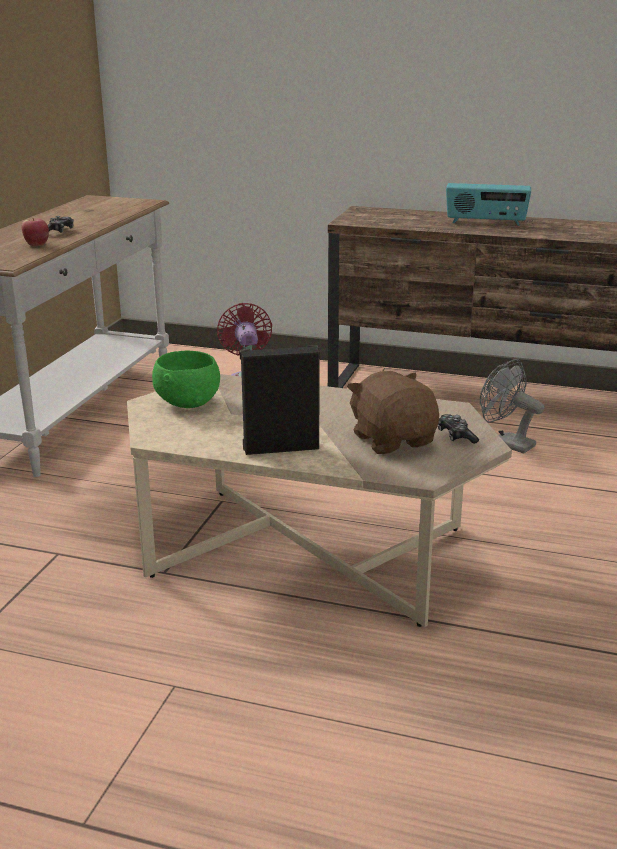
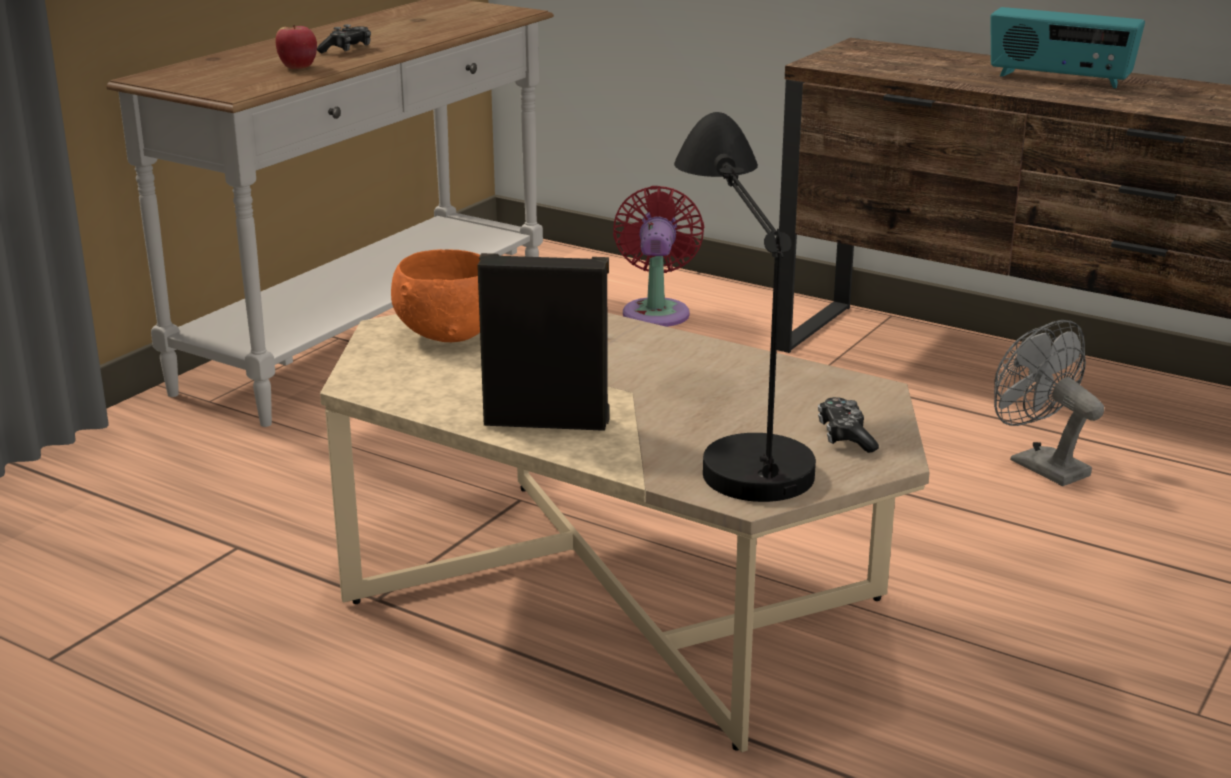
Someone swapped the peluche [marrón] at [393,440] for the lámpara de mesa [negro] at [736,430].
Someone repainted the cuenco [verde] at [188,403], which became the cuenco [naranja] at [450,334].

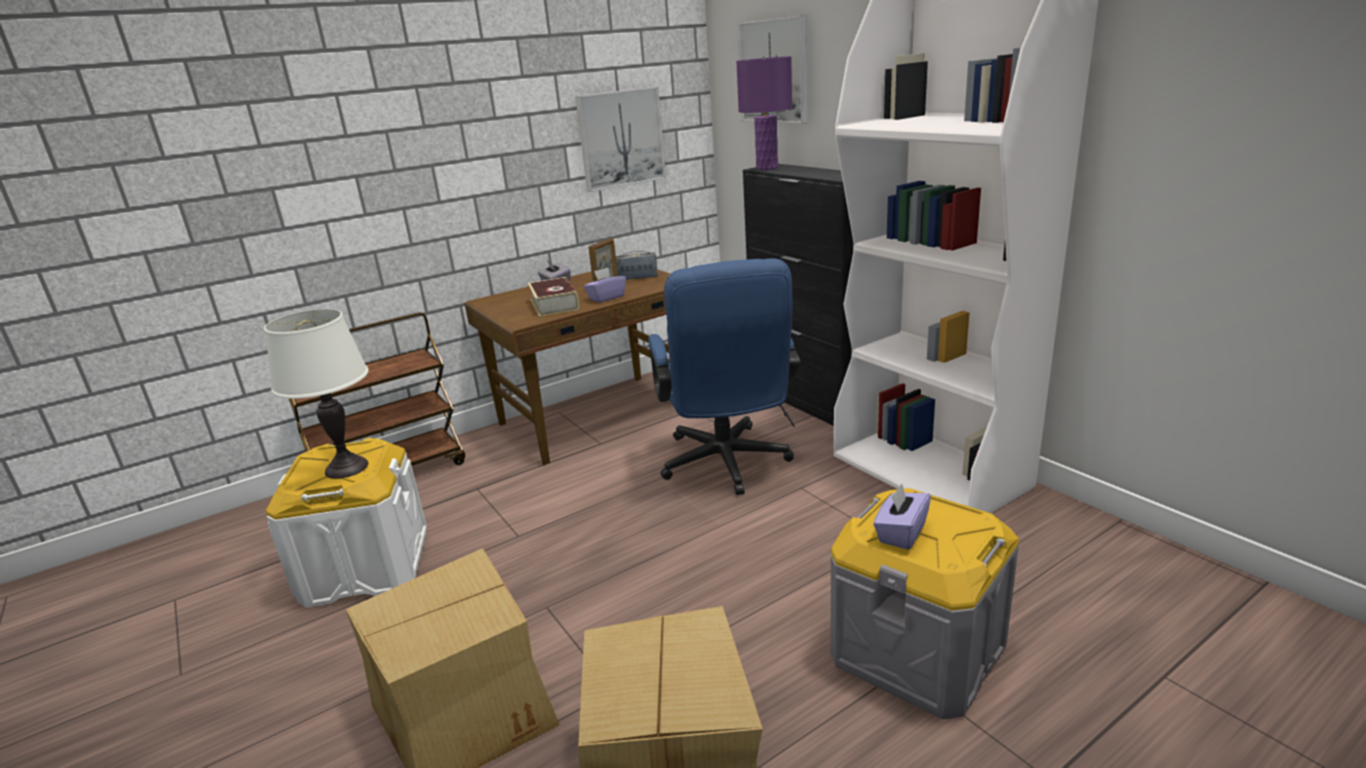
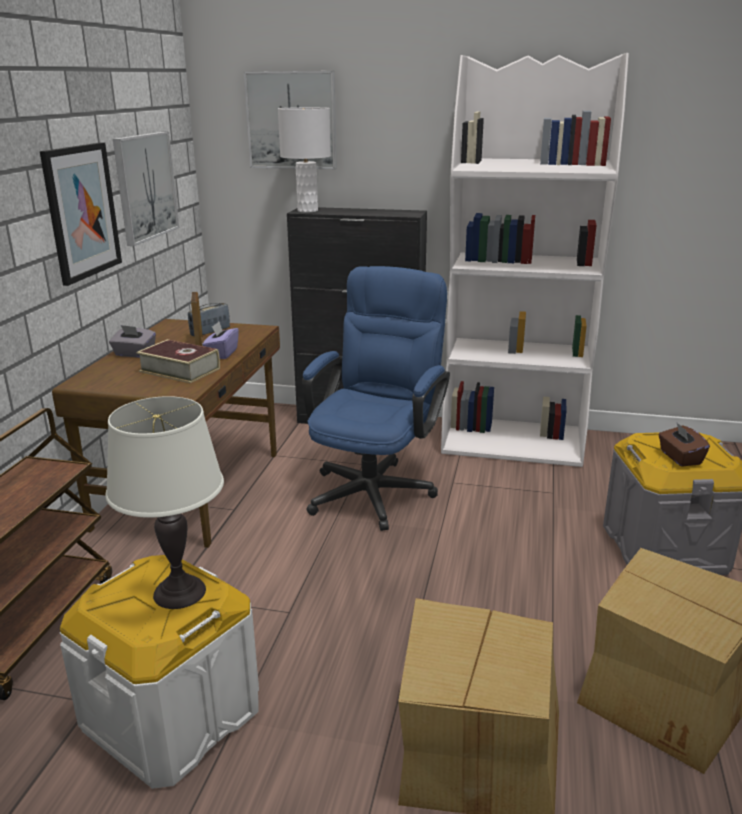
Someone put up the cuadro at [81,212].
Someone repainted the lámpara de mesa [morado] at [767,168], which became the lámpara de mesa [blanco] at [308,210].
Someone repainted the caja de pañuelos [morado] at [901,533], which became the caja de pañuelos [marrón] at [680,458].
Someone rotated the silla de oficina [azul] at [726,466] by 105 degrees counterclockwise.

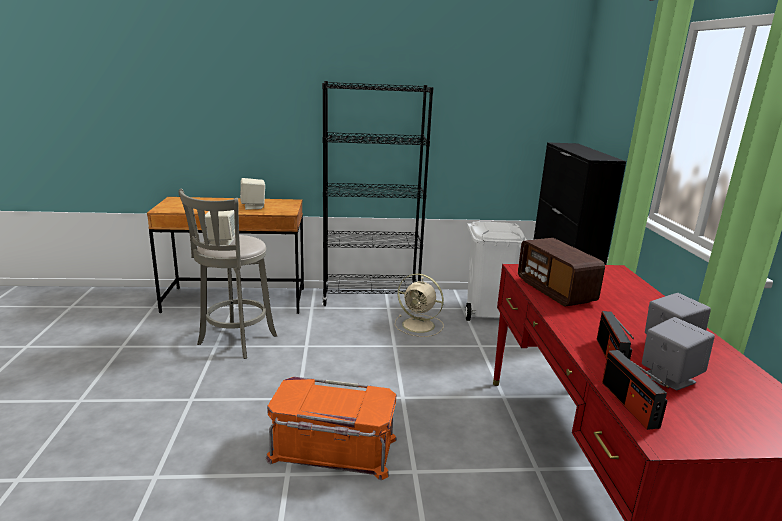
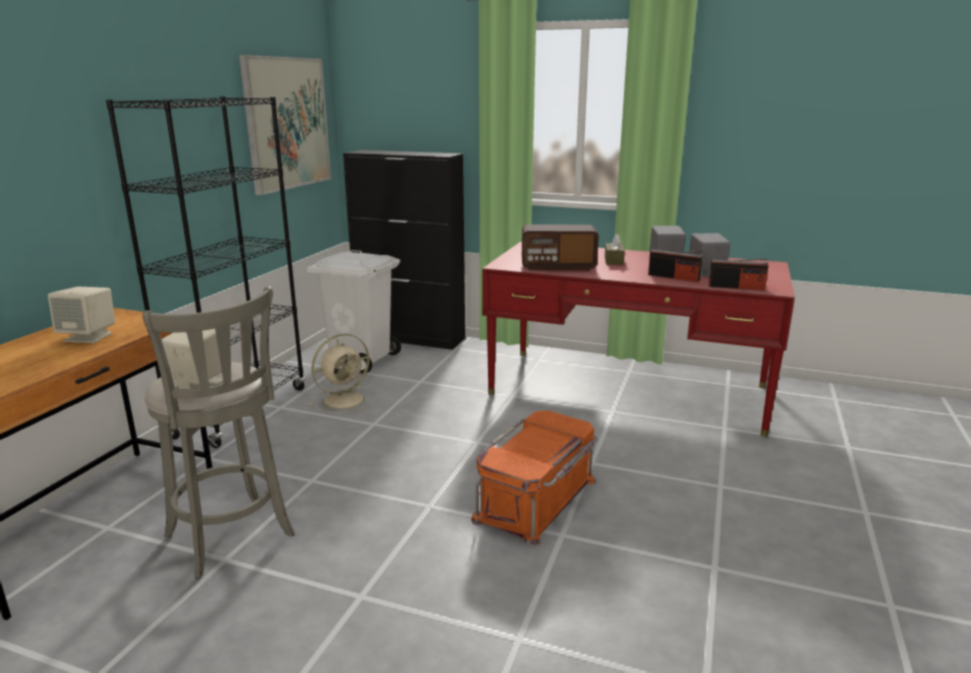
Someone put up the cuadro at [287,123].
Someone put down the caja de pañuelos [marrón] at [613,260].

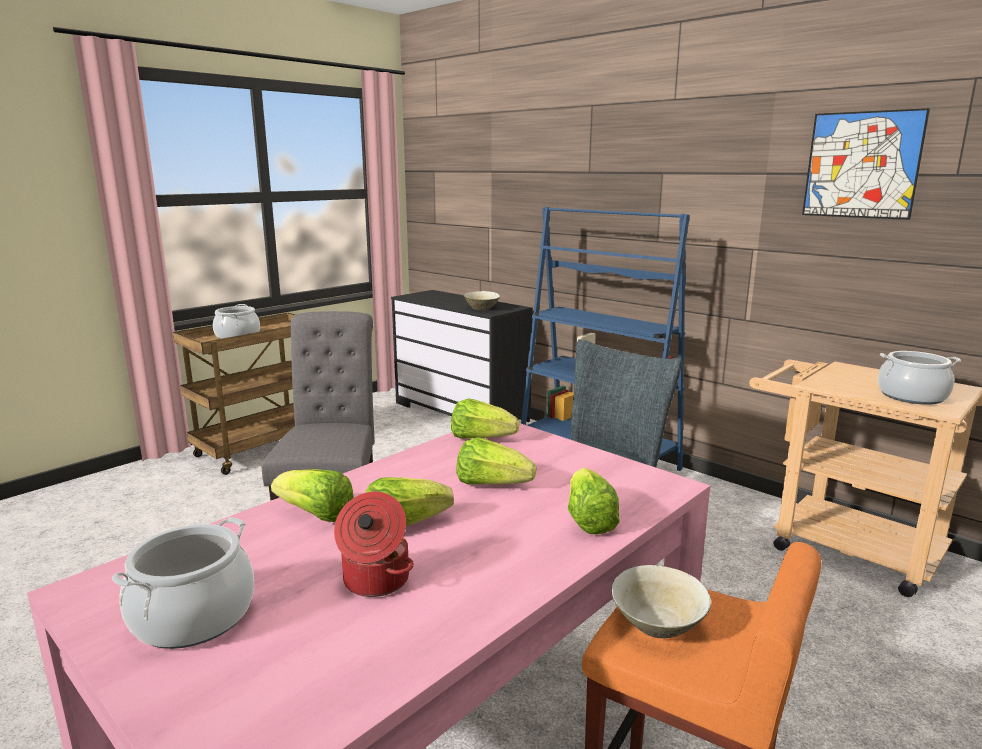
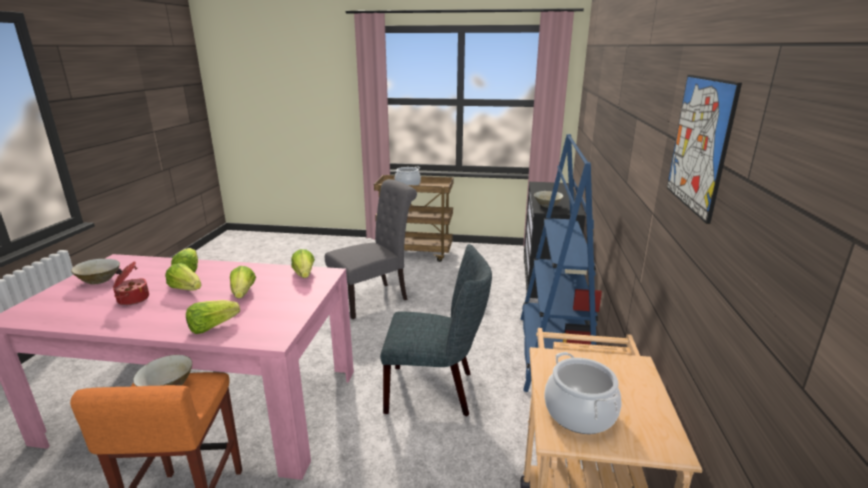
Someone swapped the olla at [194,616] for the cuenco [beis] at [100,280].

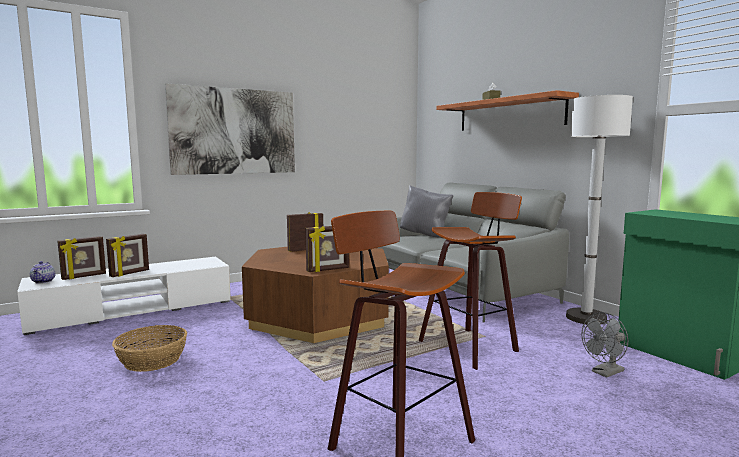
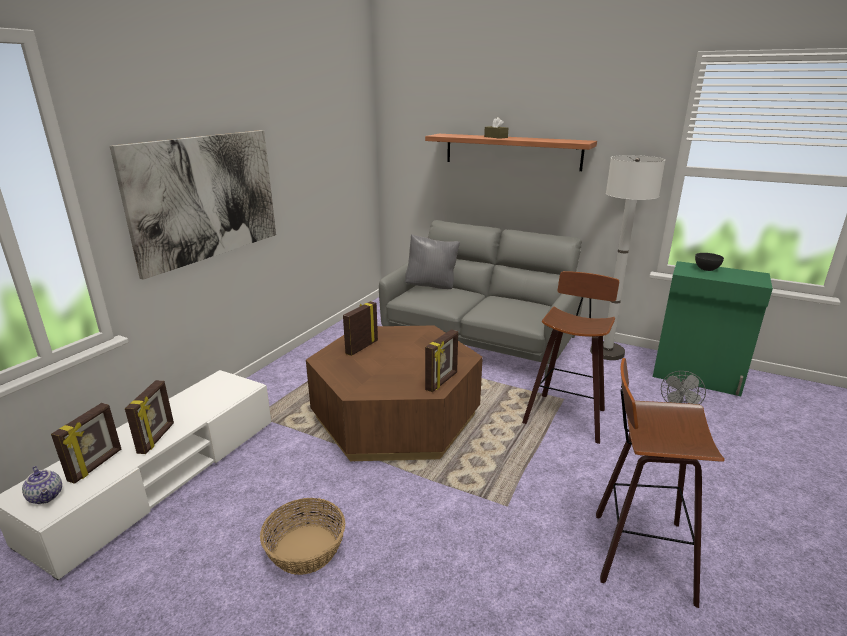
Someone put down the cuenco [gris] at [706,269].

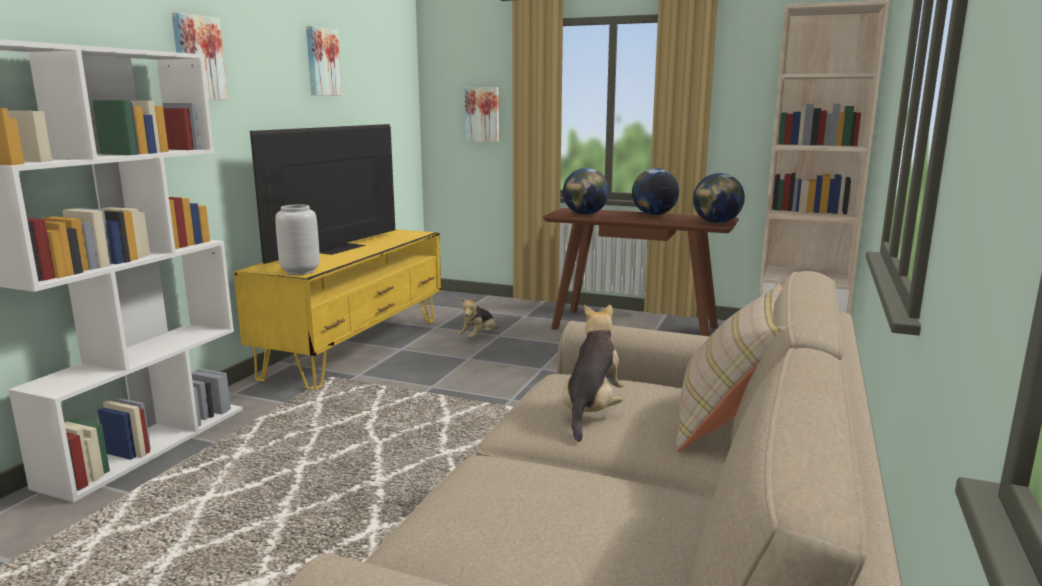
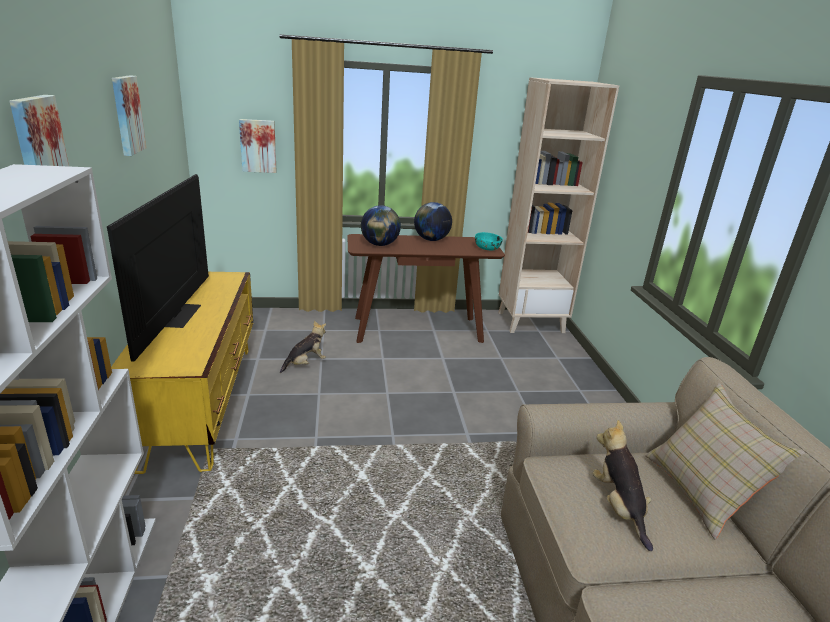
Someone took away the florero [gris] at [299,271].
Someone swapped the globo terráqueo at [716,223] for the cuenco [turquesa] at [487,248].
Someone rotated the peluche at [479,337] by 135 degrees counterclockwise.

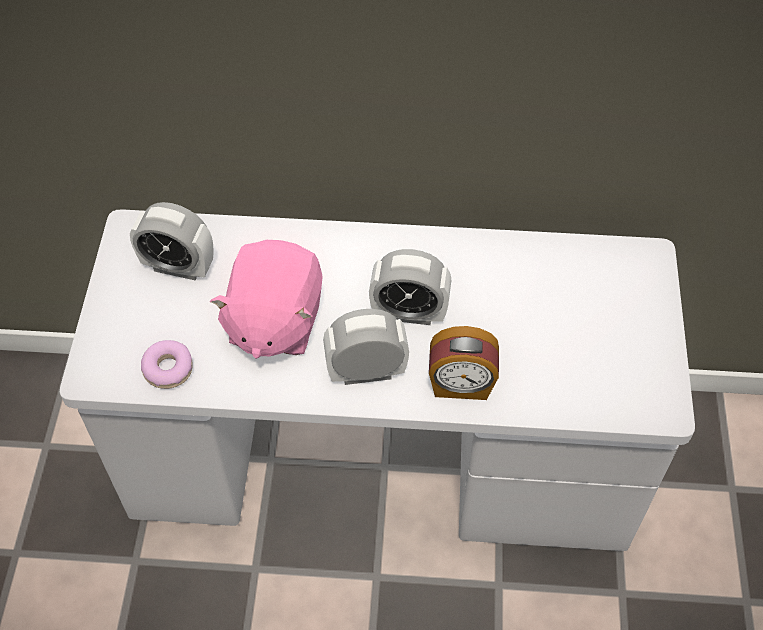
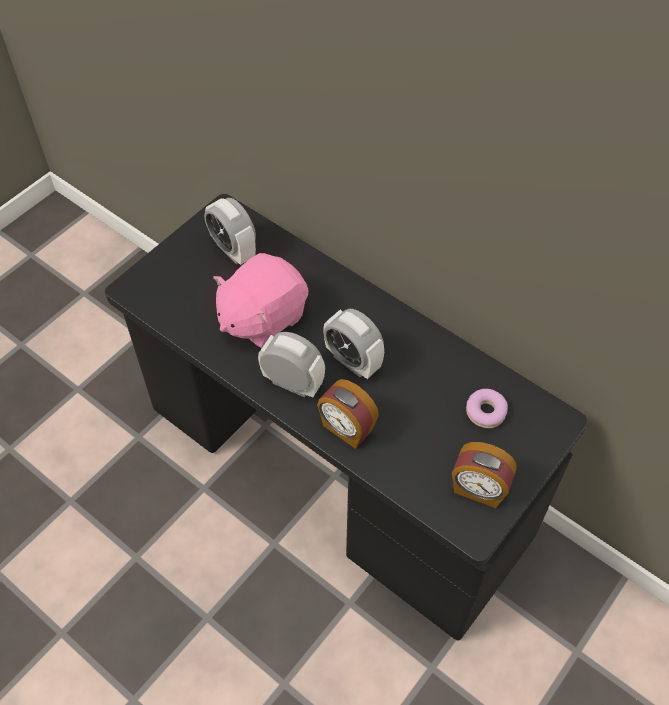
Someone put down the despertador at [478,489].
Someone carried the rosquilla from [168,369] to [486,412].
Someone repainted the escritorio [blanco] at [381,461], which became the escritorio [negro] at [335,471].

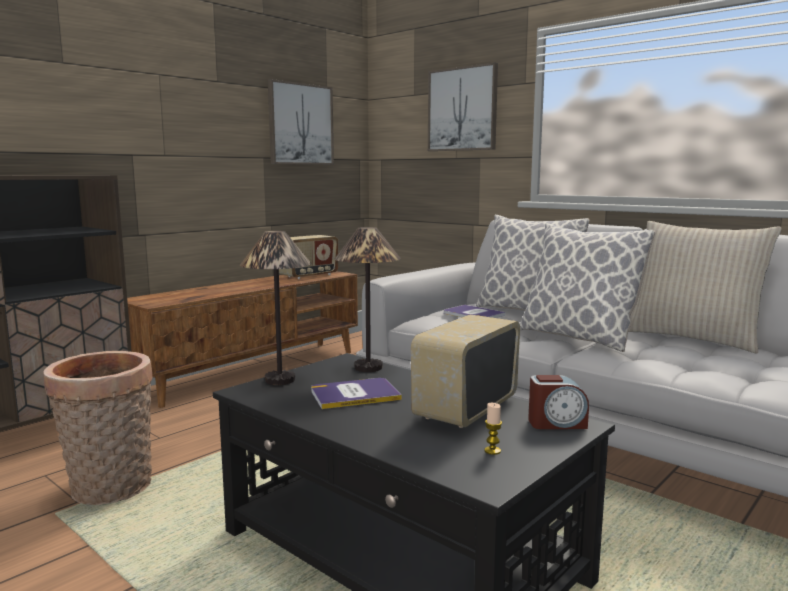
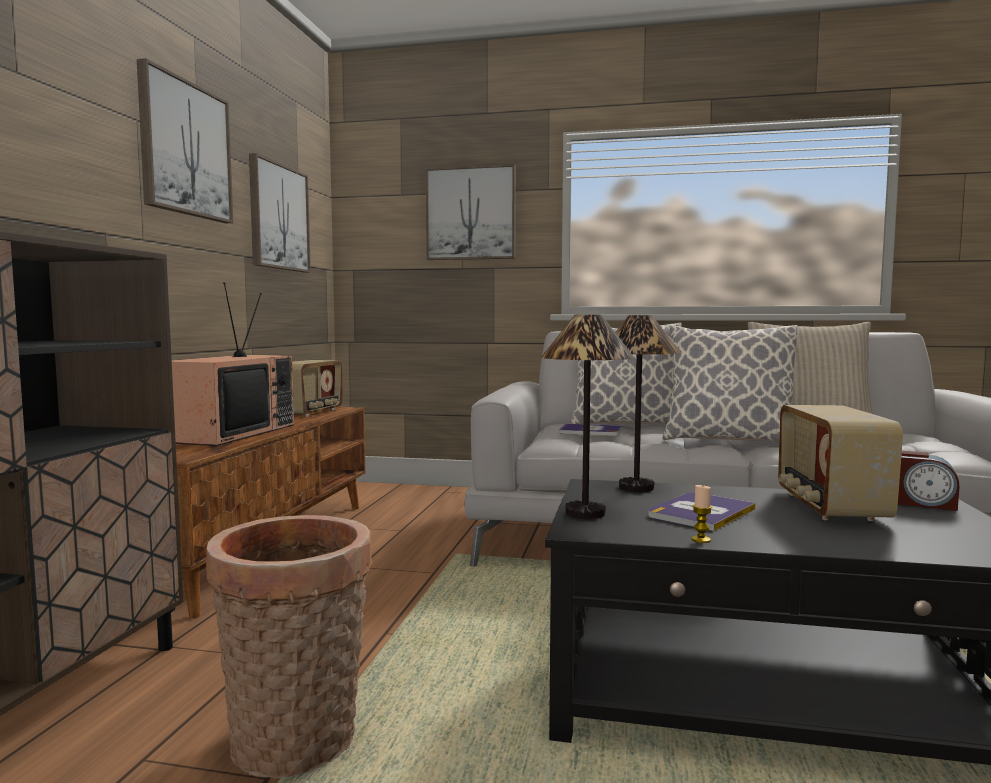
Someone put up the cuadro at [185,149].
Someone put down the televisor at [231,433].
Someone carried the vela from [492,451] to [701,540].
Someone rotated the despertador at [556,423] by 60 degrees clockwise.

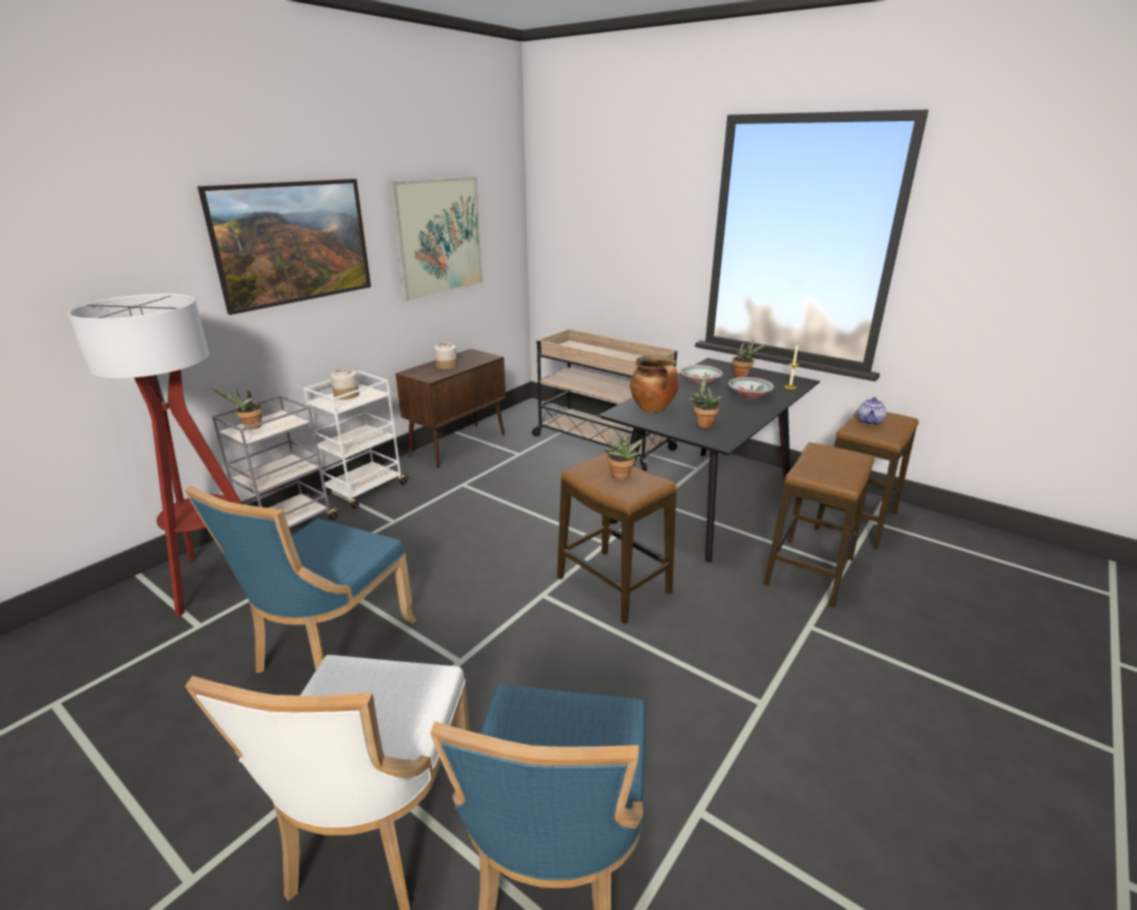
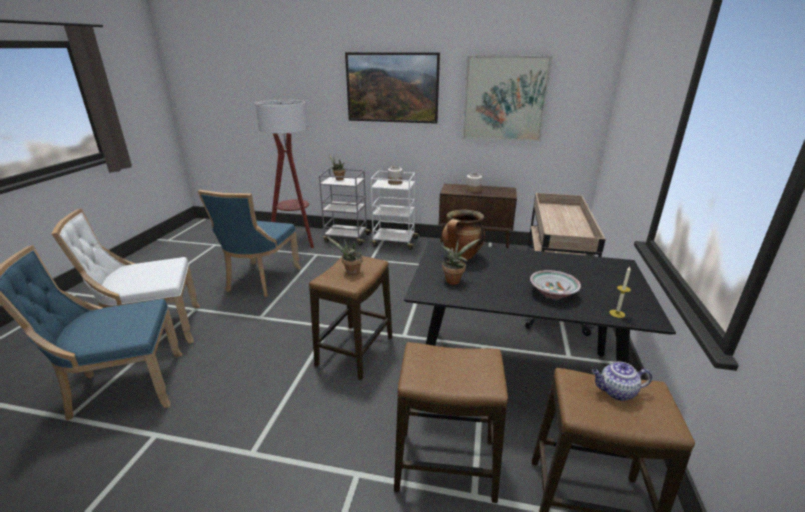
Someone took away the cuenco at [700,383].
Someone took away the planta en maceta at [743,376].
Someone rotated the silla [azul] at [329,647] by 75 degrees counterclockwise.

